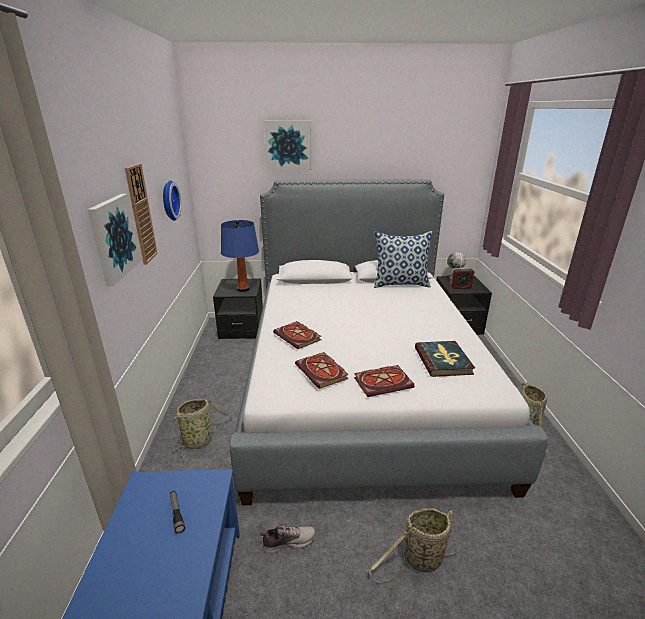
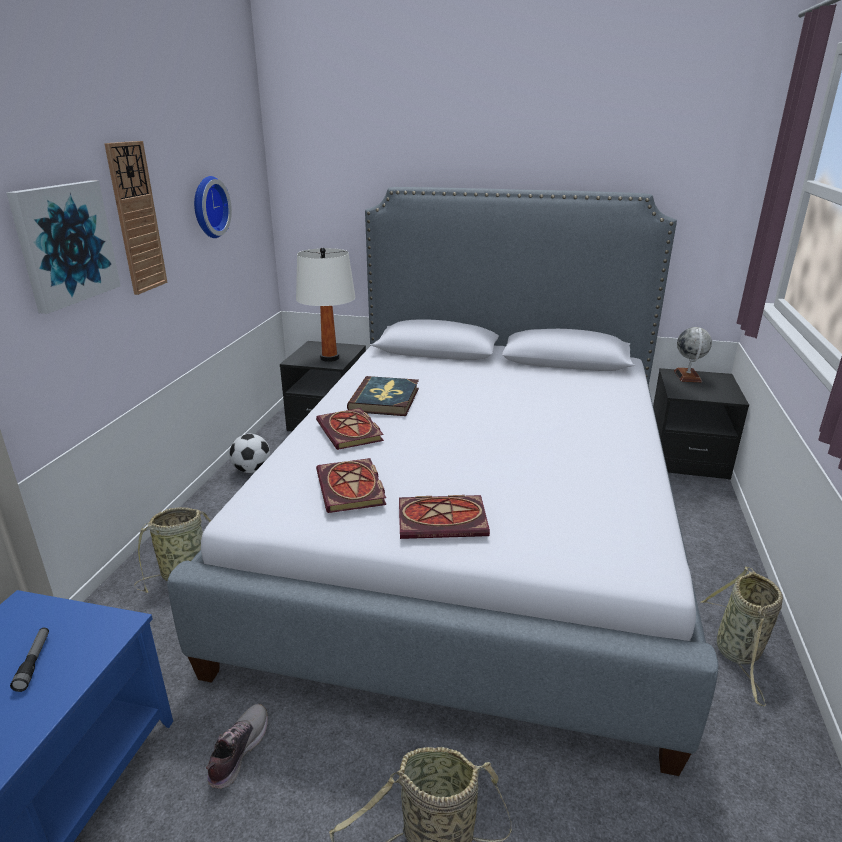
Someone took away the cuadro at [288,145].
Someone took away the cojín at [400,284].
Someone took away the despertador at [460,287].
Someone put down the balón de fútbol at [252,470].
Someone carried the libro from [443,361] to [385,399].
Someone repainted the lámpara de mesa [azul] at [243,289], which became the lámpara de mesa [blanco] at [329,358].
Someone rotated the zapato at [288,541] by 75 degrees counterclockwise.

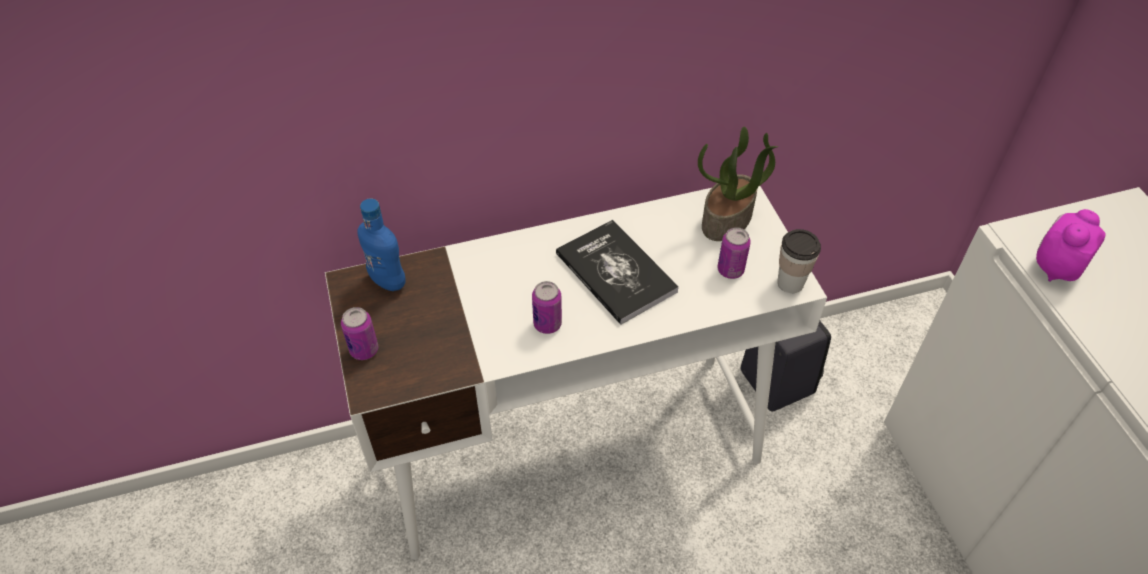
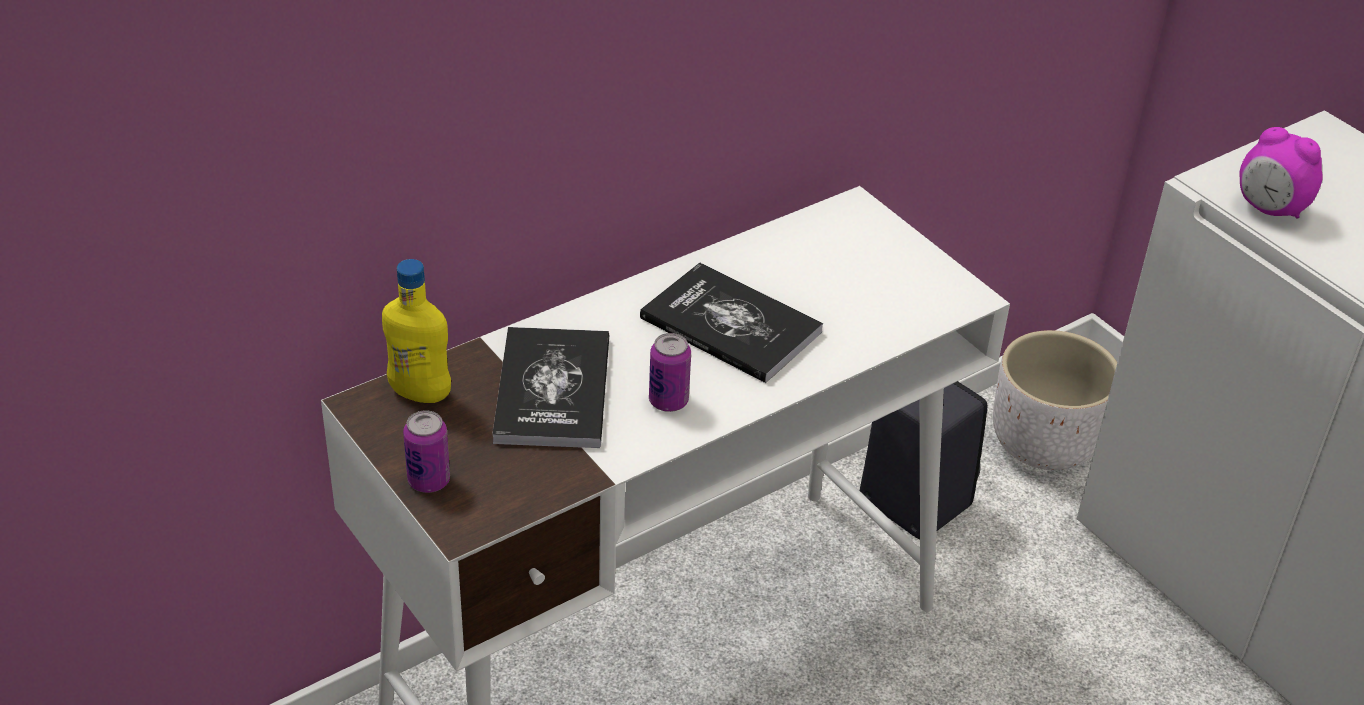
Someone took away the planta en maceta at [727,220].
Someone took away the lata at [730,270].
Someone took away the taza at [790,283].
Someone put down the libro at [553,390].
Someone put down the maceta [blanco] at [1044,444].
Someone repainted the botella [azul] at [388,281], which became the botella [amarillo] at [420,393].
Someone rotated the despertador at [1055,268] by 75 degrees counterclockwise.

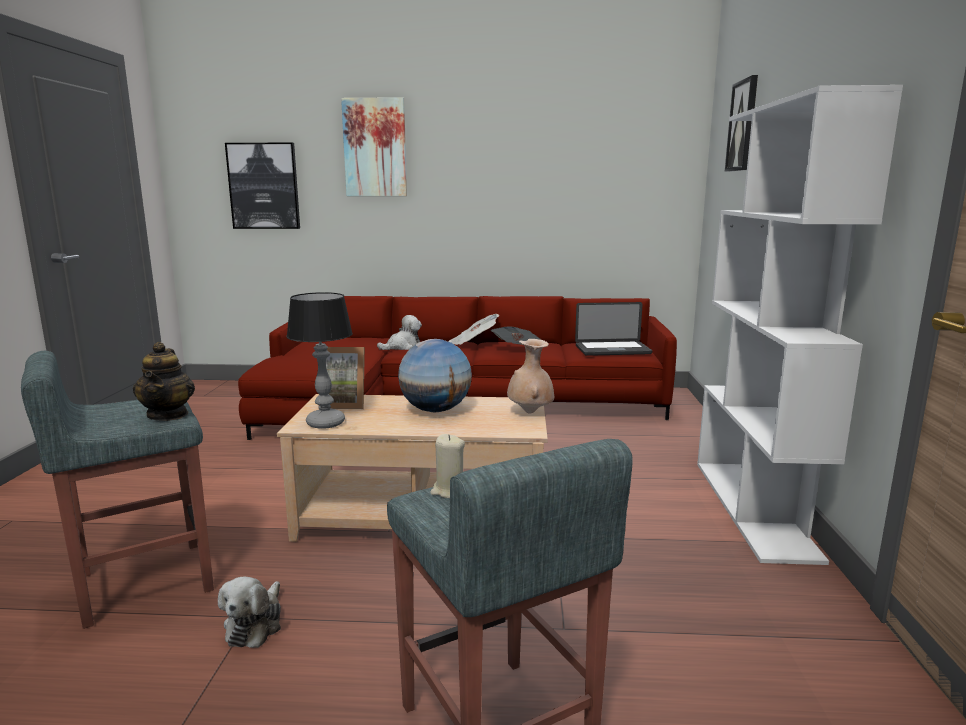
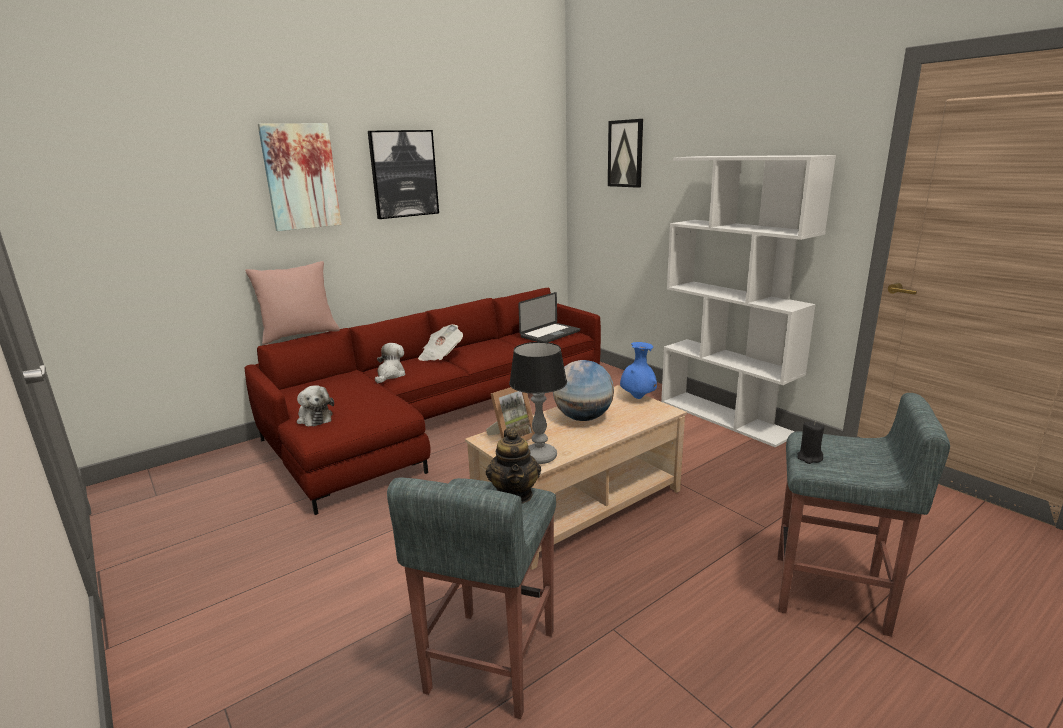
Someone took away the periódico at [517,350].
Someone put down the cojín [rosa] at [299,335].
Someone carried the peluche from [255,624] to [314,418].
Someone carried the cuadro from [264,186] to [403,174].
Someone repainted the vela [beis] at [449,491], which became the vela [negro] at [809,458].
Someone repainted the florero [beis] at [530,412], which became the florero [azul] at [638,398].
Someone rotated the tetera at [168,415] by 45 degrees clockwise.

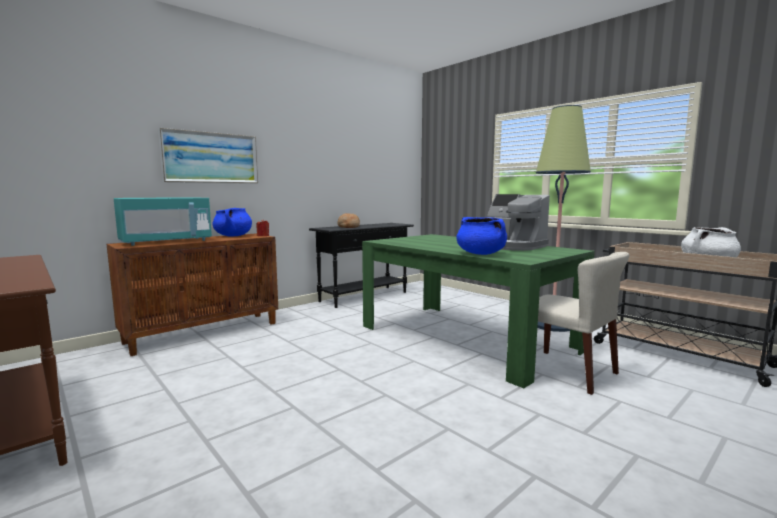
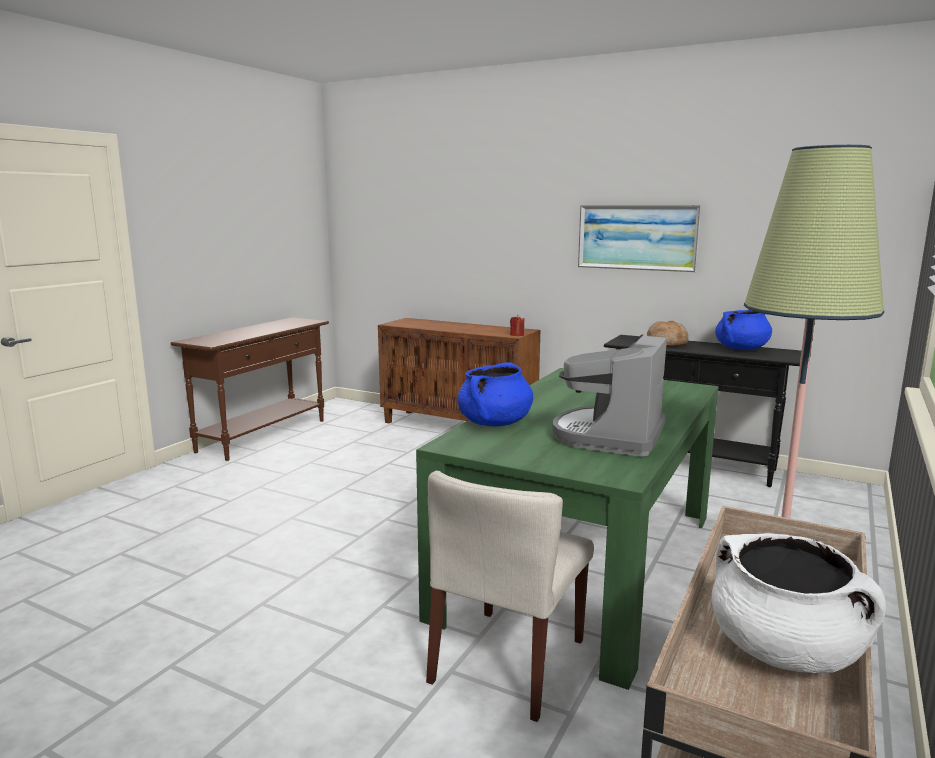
Someone took away the microondas [turquesa] at [166,242].
Someone carried the cuadro from [211,158] to [637,237].
Someone carried the olla [azul] from [233,236] to [741,349].

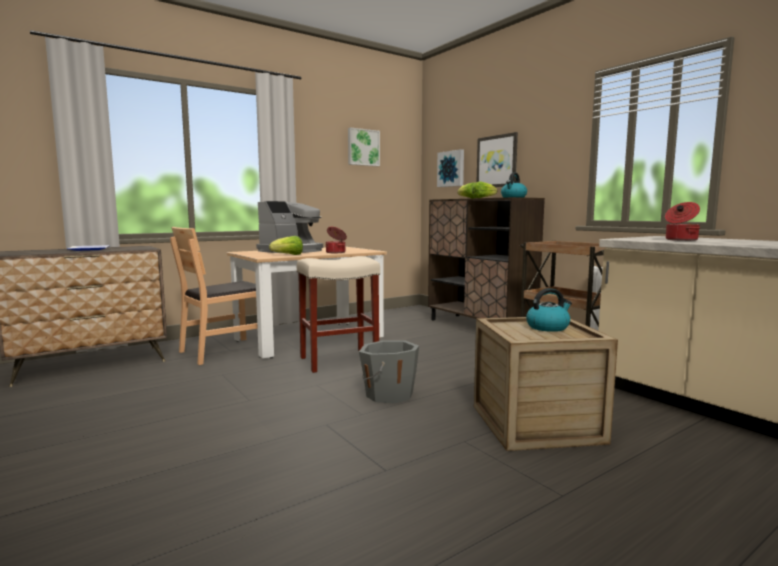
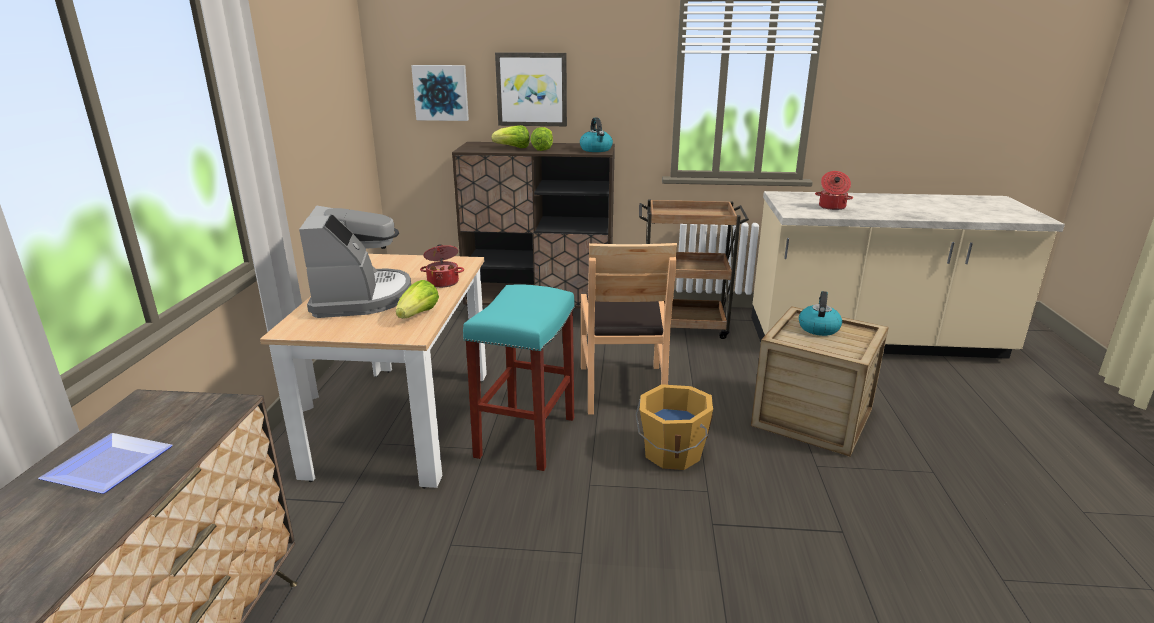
Someone took away the cuadro at [363,147].
Someone carried the silla [marrón] from [225,351] to [623,388].
Someone repainted the taburete [beis] at [340,360], which became the taburete [turquesa] at [525,436].
Someone repainted the cubo [gris] at [388,394], which became the cubo [naranja] at [671,453].

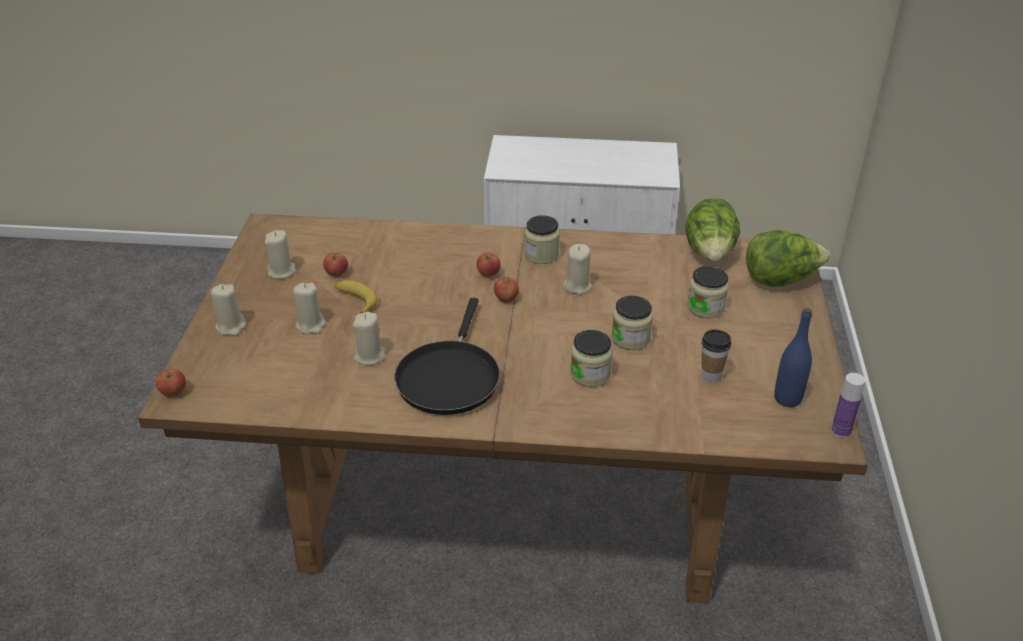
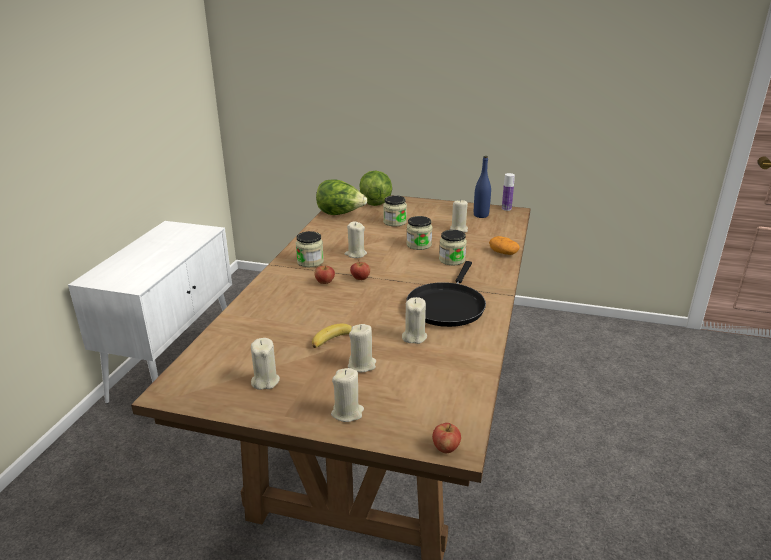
Someone took away the manzana at [336,274].
Someone put down the patata at [503,253].
Someone swapped the taza at [711,375] for the vela [beis] at [459,229].
Someone rotated the sartén [negro] at [449,377] by 90 degrees clockwise.

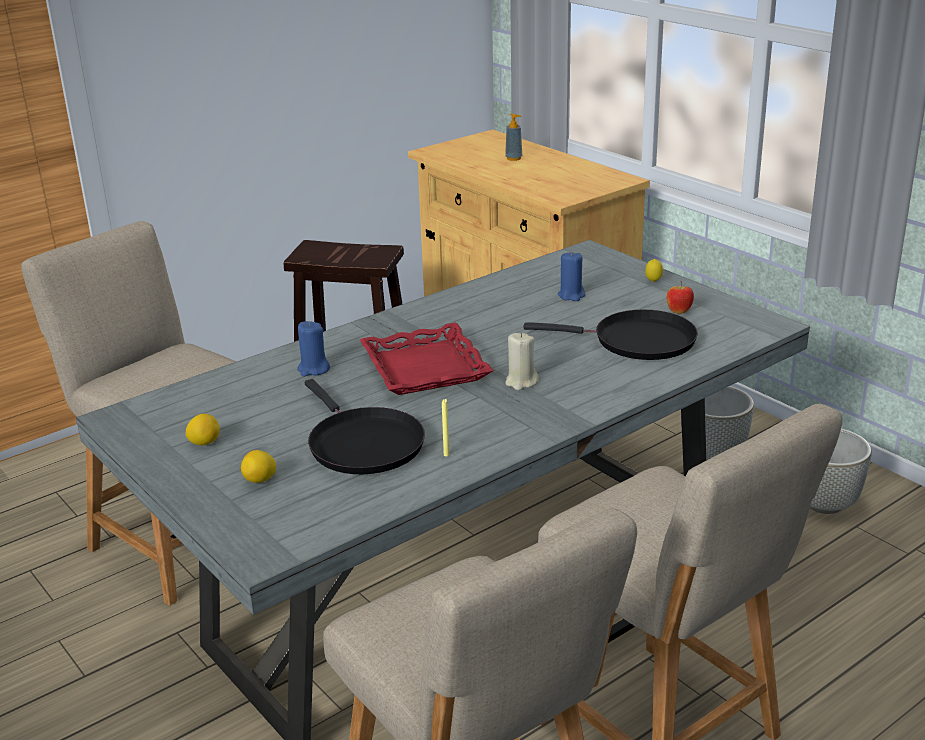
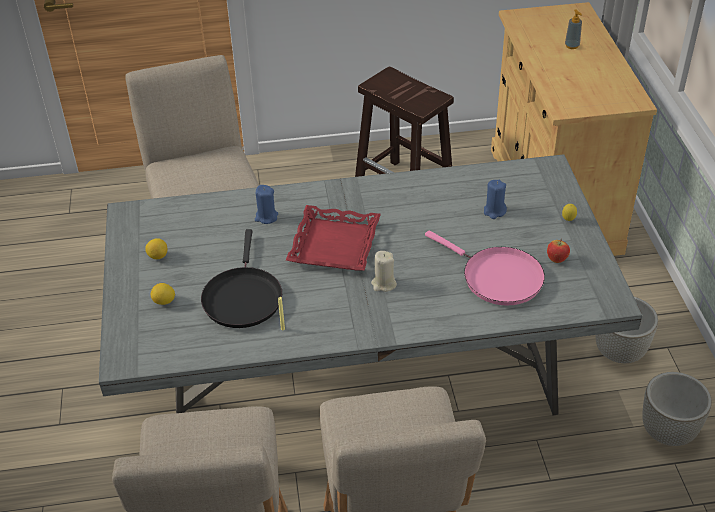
Someone repainted the sartén [negro] at [637,341], which became the sartén [rosa] at [497,277].

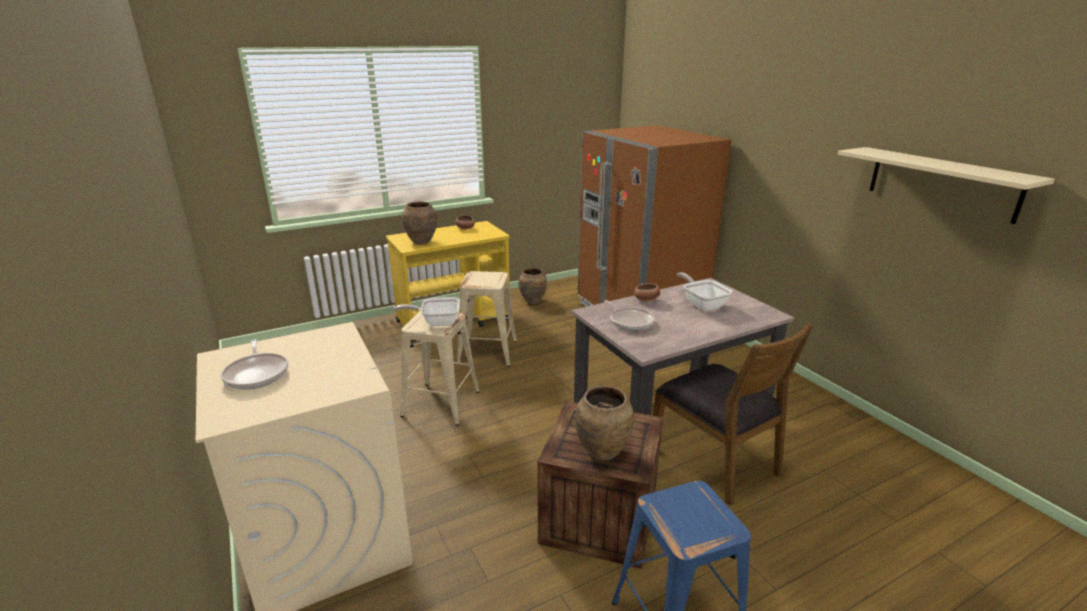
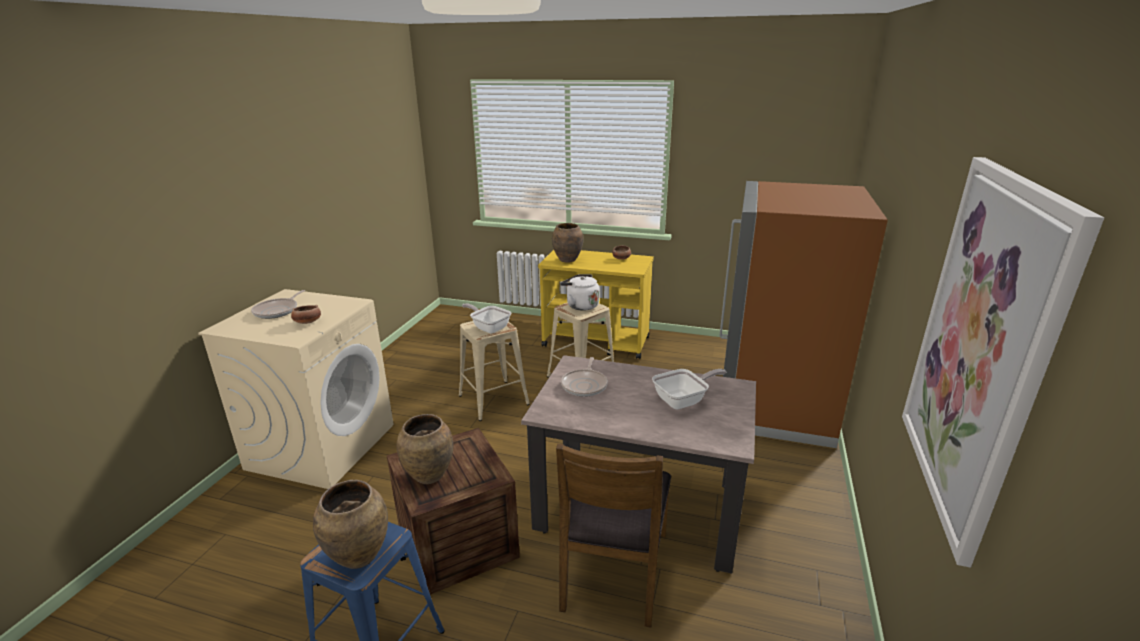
Someone put down the hervidor [blanco] at [580,305].
Someone carried the florero [marrón] from [533,301] to [359,556].
Someone carried the cuenco from [646,300] to [307,322].
Someone swapped the estante [beis] at [942,183] for the cuadro at [980,348].
Someone rotated the sartén at [702,304] by 45 degrees clockwise.

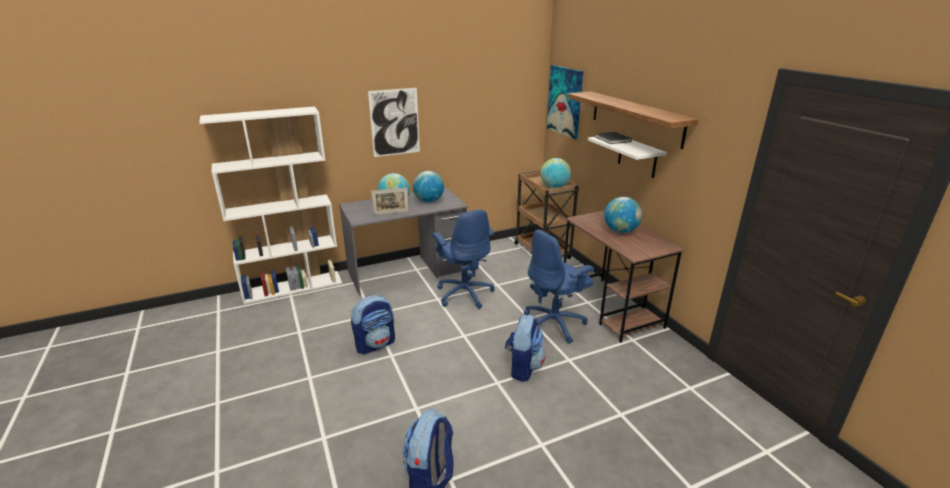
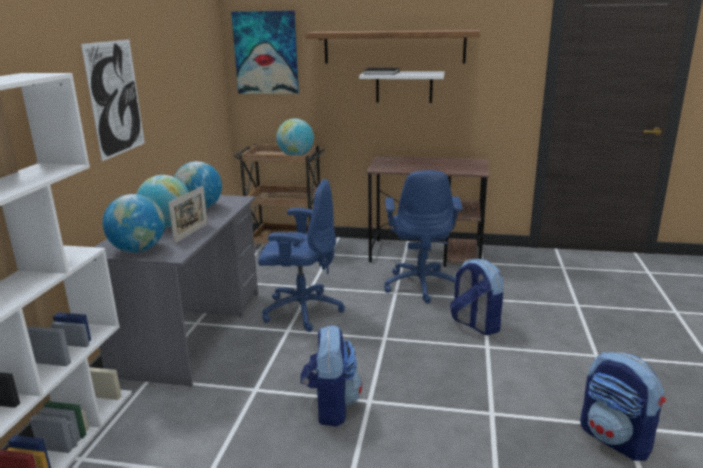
Someone carried the globo terráqueo from [620,231] to [138,250].

